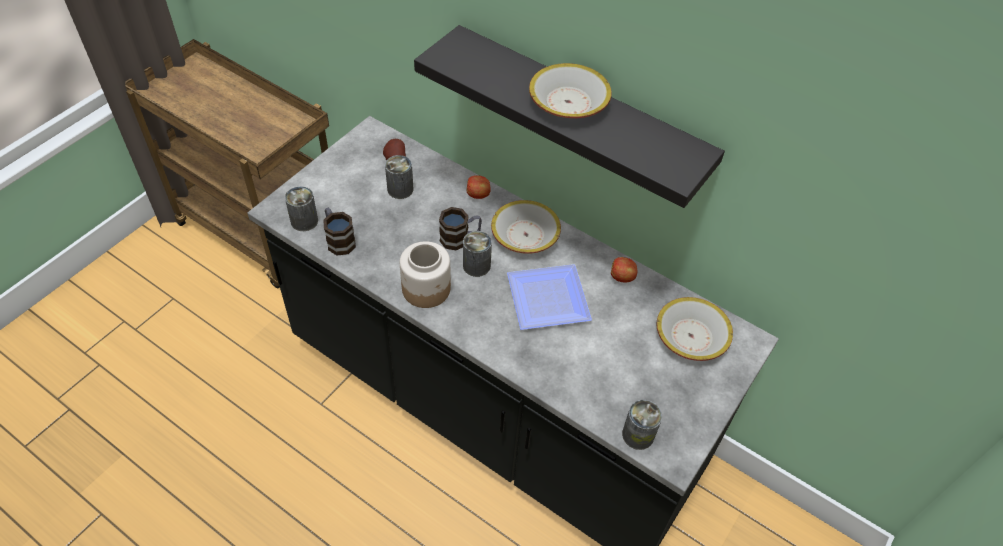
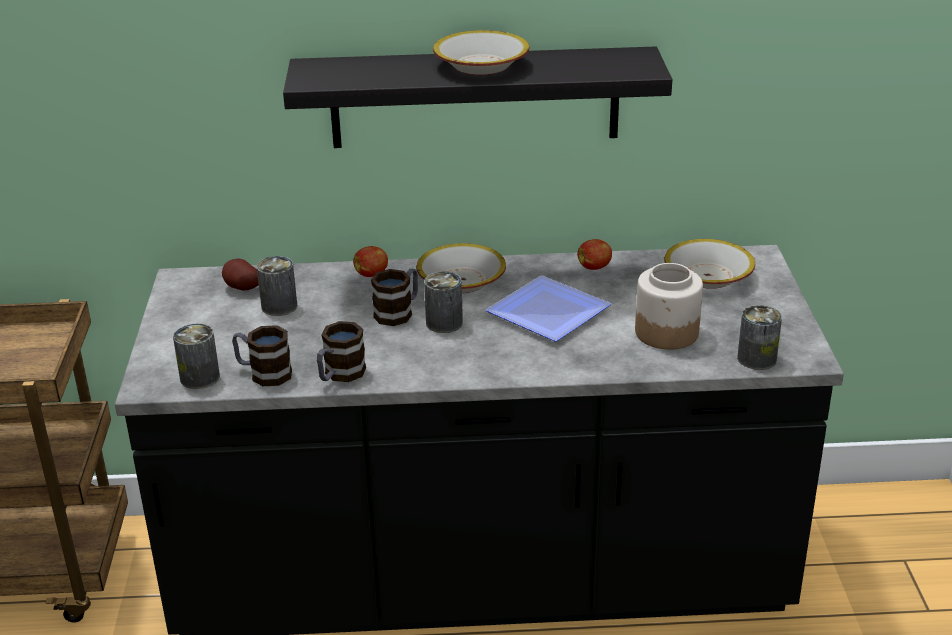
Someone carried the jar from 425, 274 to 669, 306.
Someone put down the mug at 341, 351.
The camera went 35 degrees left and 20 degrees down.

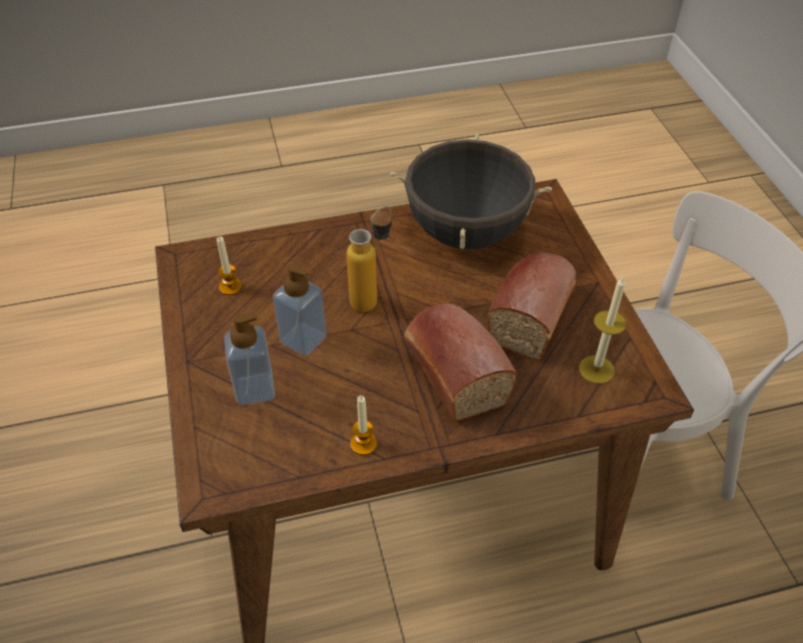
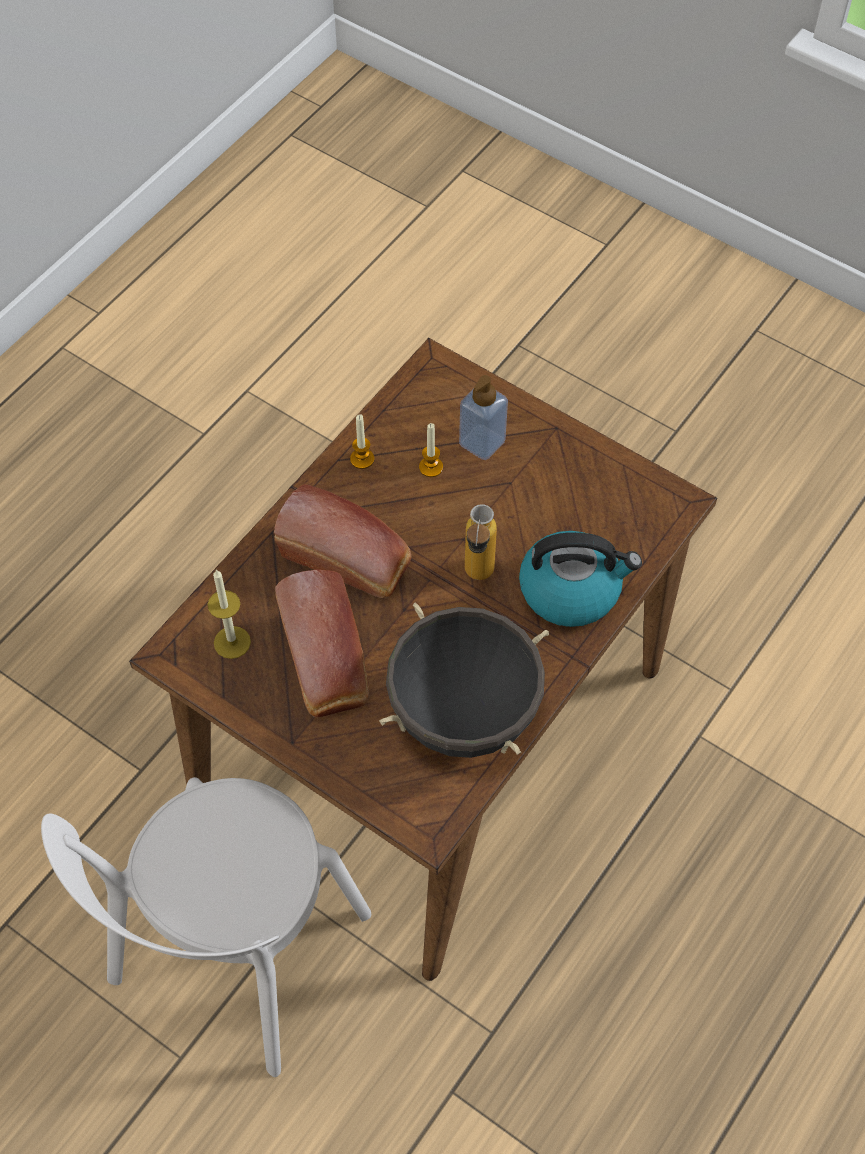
Someone carried the candle from 229, 265 to 431, 450.
Someone took away the soap dispenser at 299, 309.
Someone put down the kettle at 580, 579.
The camera went 140 degrees right and 10 degrees up.

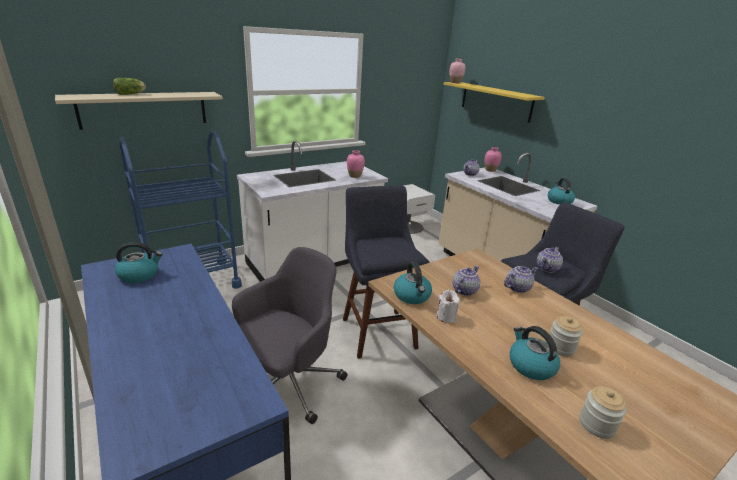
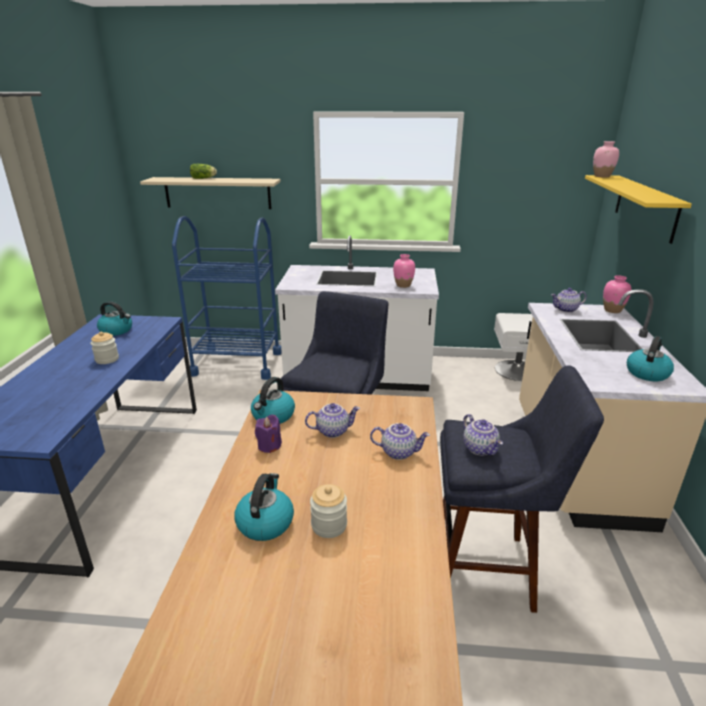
Someone took away the office chair in grey at 290, 335.
Someone rotated the teapot at 550, 260 by 105 degrees counterclockwise.
Someone repainted the candle in white at 448, 306, which became the candle in purple at 268, 434.
Someone carried the jar from 603, 412 to 105, 348.
The camera went 40 degrees right and 0 degrees up.

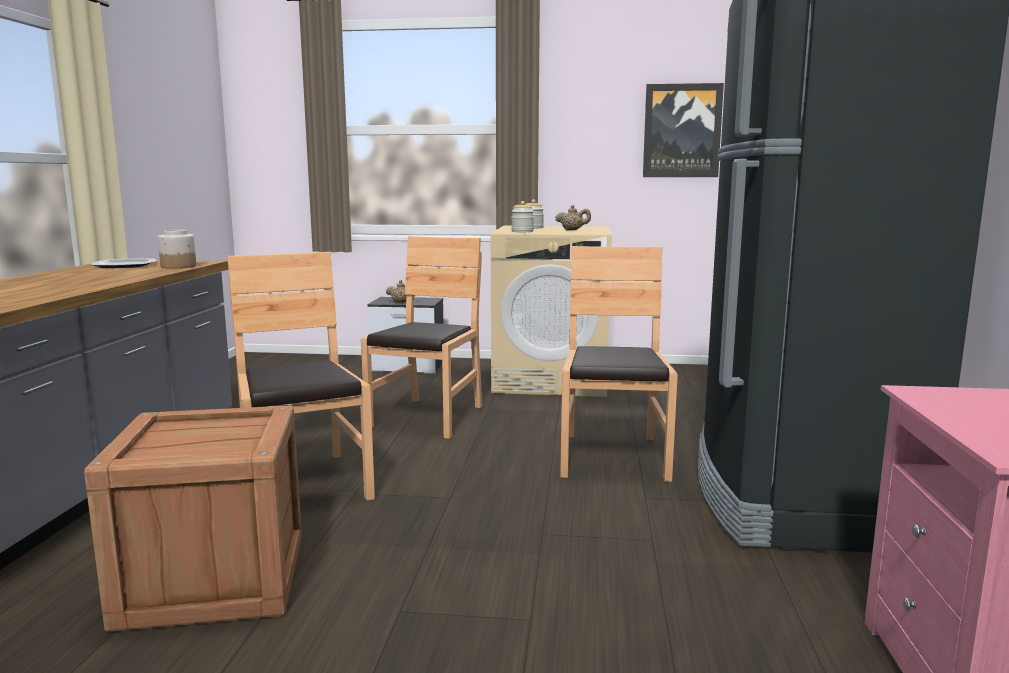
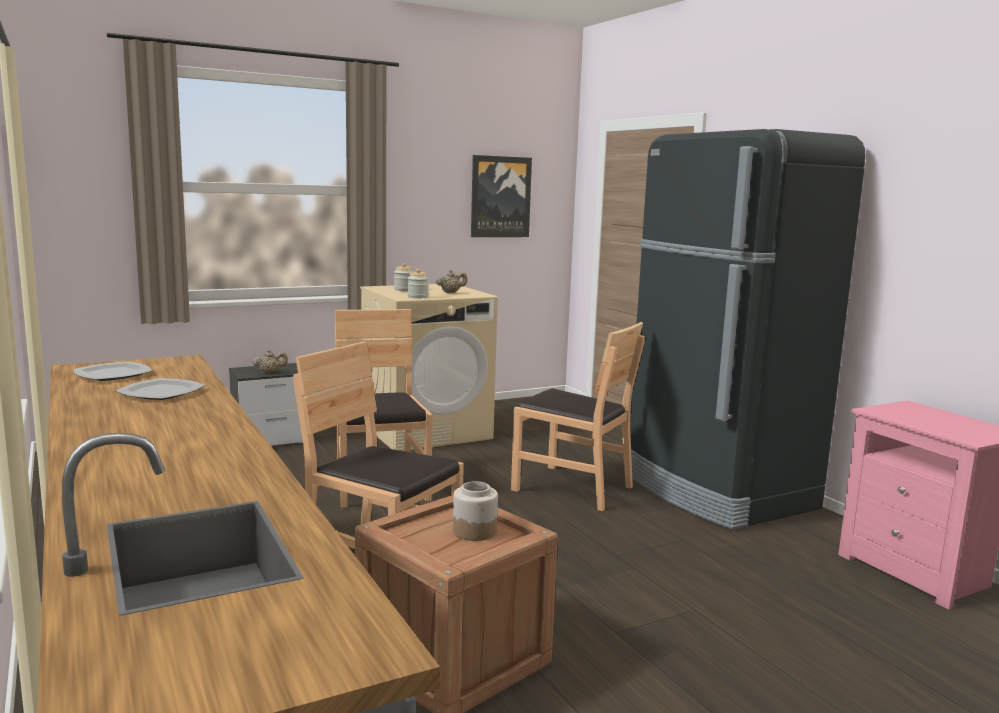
Someone carried the jar from 177, 249 to 475, 511.
Someone rotated the chair in brown at 619, 364 by 150 degrees clockwise.
Someone put down the plate at 160, 389.
The camera went 35 degrees left and 0 degrees up.

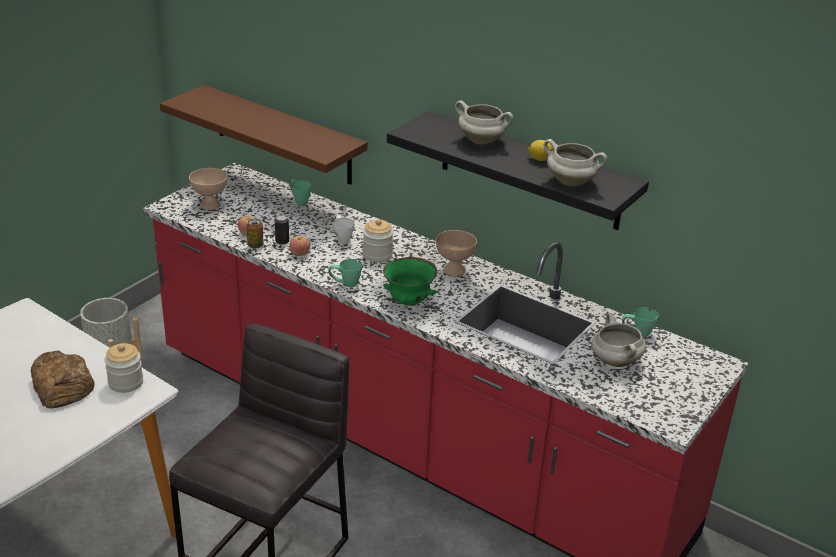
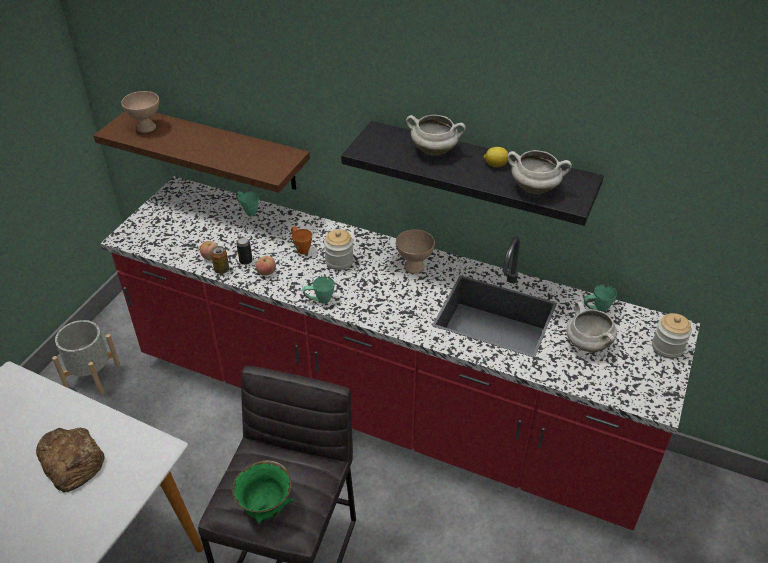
Someone carried the bowl in beige from 208, 189 to 140, 112.
Someone repainted the mug in white at 344, 230, which became the mug in orange at 301, 240.
Someone carried the bowl in green from 410, 281 to 263, 492.
Someone carried the jar from 123, 368 to 672, 336.
The camera went 10 degrees left and 10 degrees up.

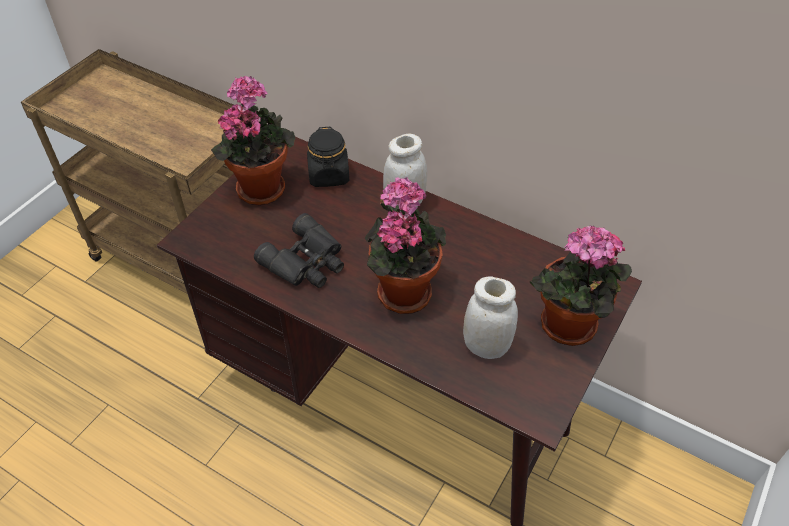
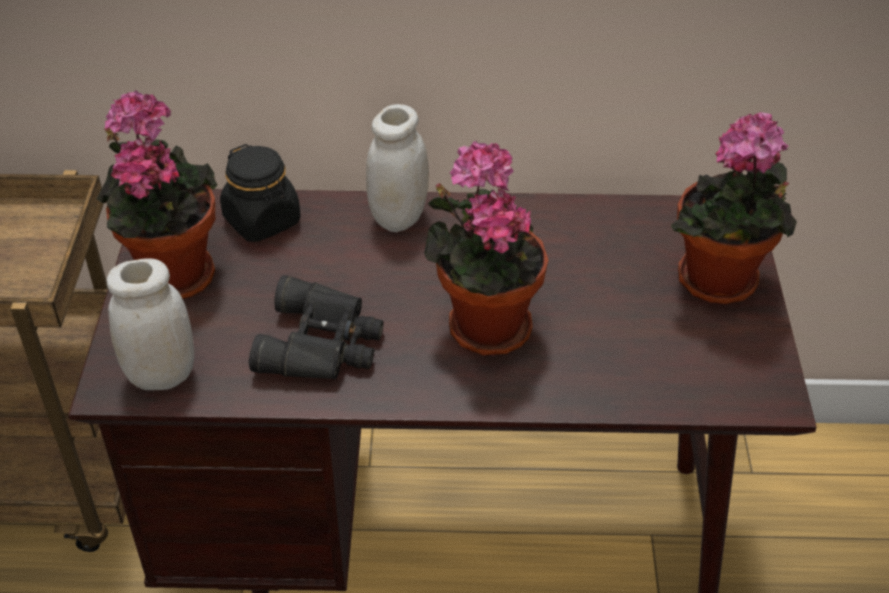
Someone carried the jar in white from 490, 317 to 150, 324.
The camera went 30 degrees left and 5 degrees down.

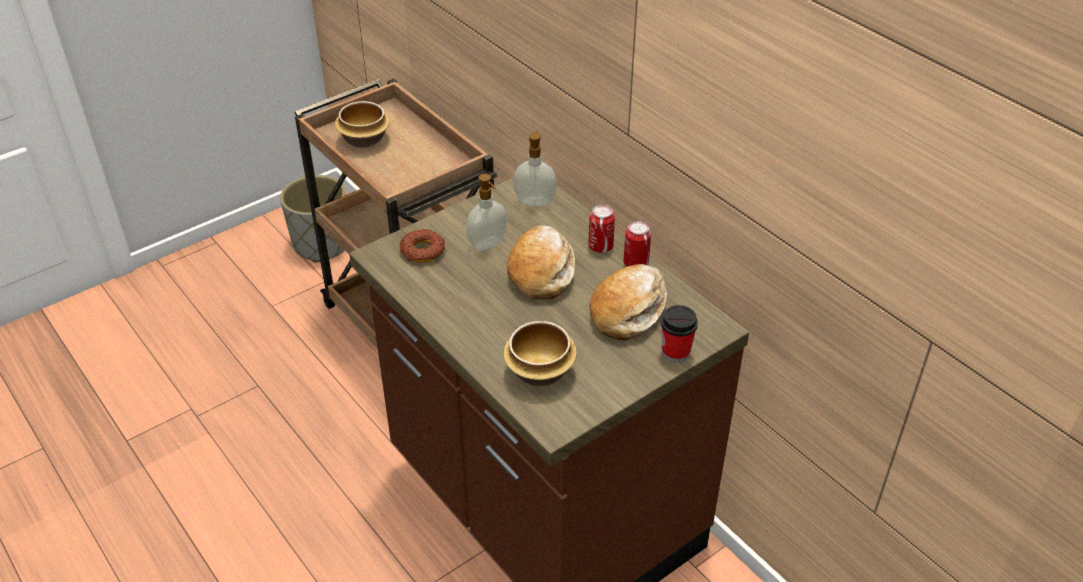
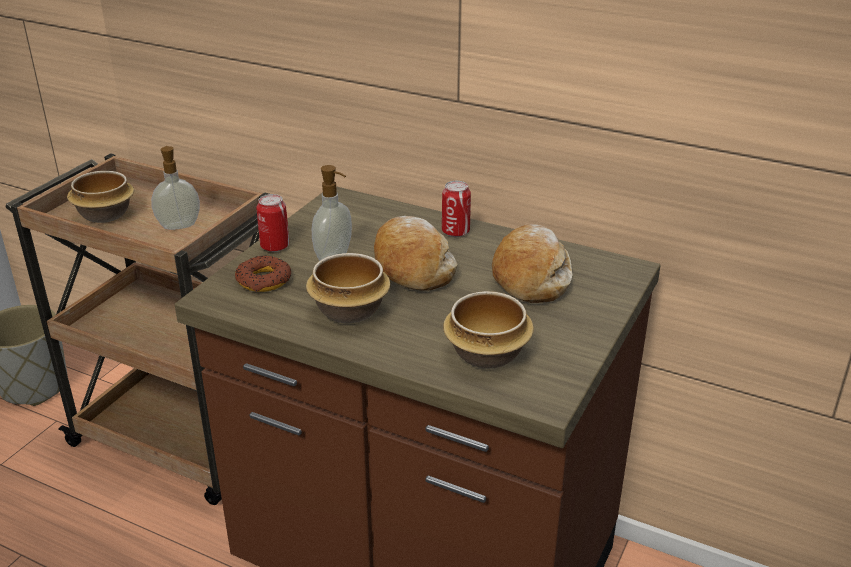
Someone carried the soap dispenser from 535, 168 to 175, 188.
Someone carried the can from 637, 243 to 272, 223.
Someone took away the cup at 679, 334.
Someone put down the bowl at 348, 288.
The camera went 25 degrees left and 10 degrees down.

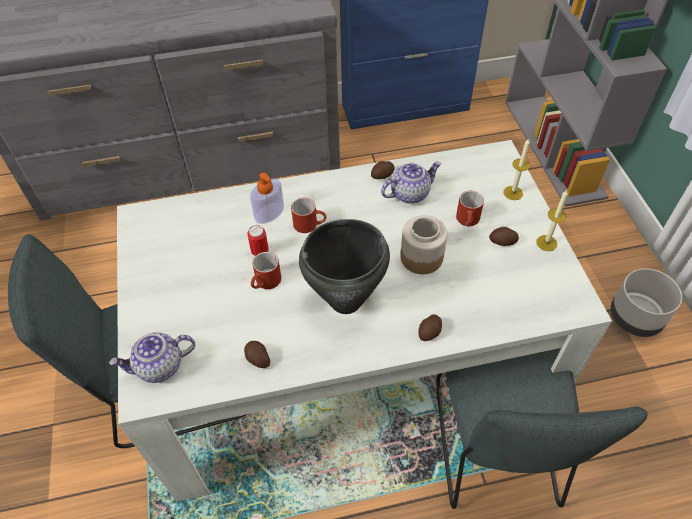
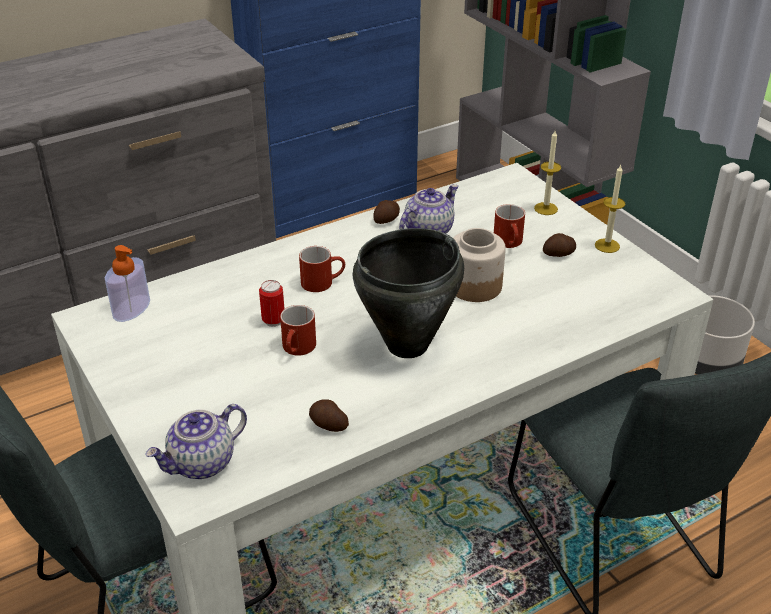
Someone carried the soap dispenser from 267, 198 to 127, 283.
Someone took away the potato at 430, 327.
The camera went 20 degrees left and 15 degrees down.

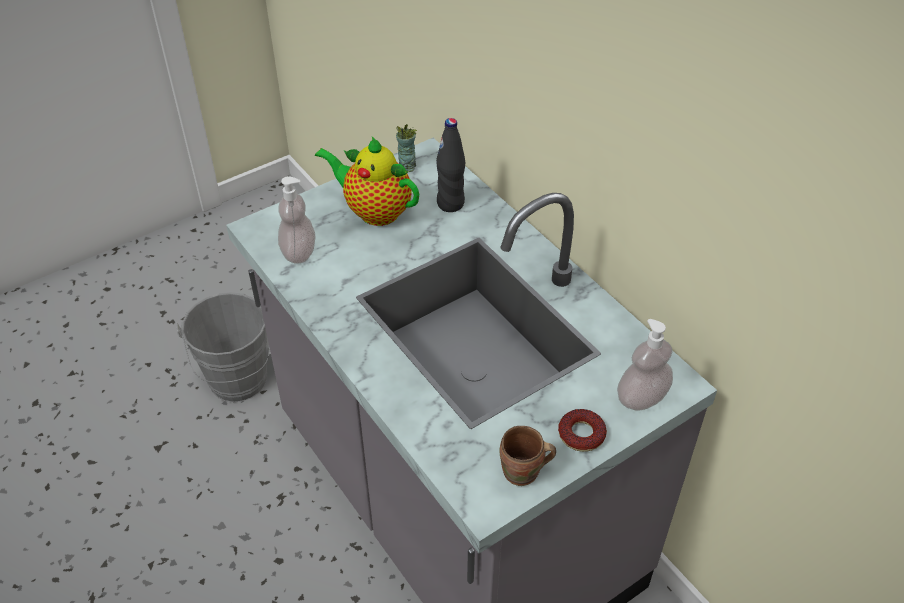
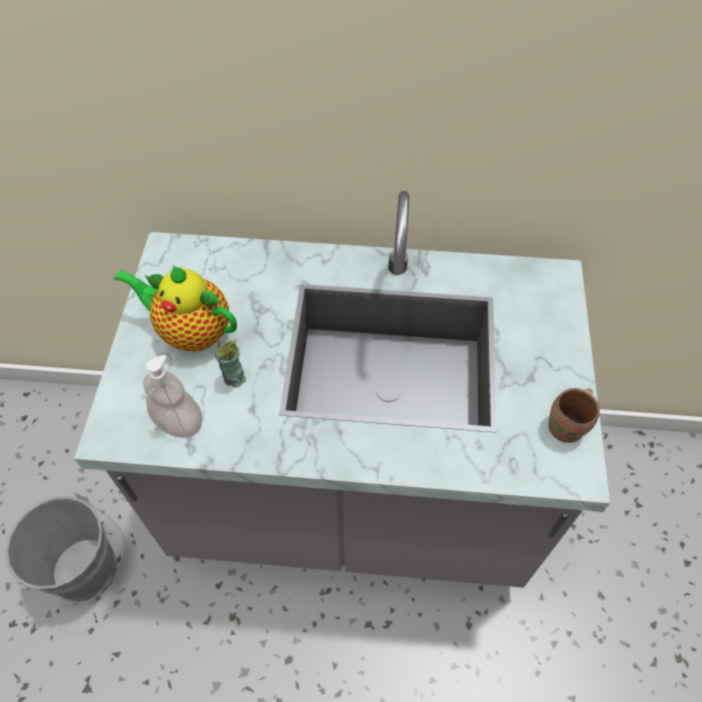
Someone took away the bottle in black at 450, 165.
Someone carried the cup from 406, 148 to 230, 363.
Someone rotated the teapot at 367, 181 by 45 degrees clockwise.
Someone took away the soap dispenser at 645, 365.
Someone took away the donut at 582, 430.
The camera went 50 degrees left and 10 degrees up.

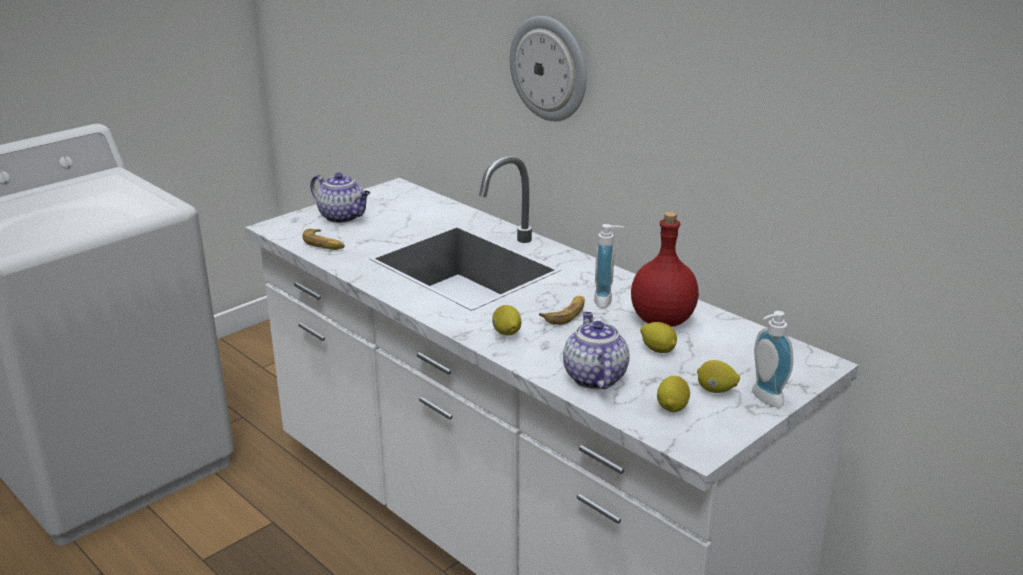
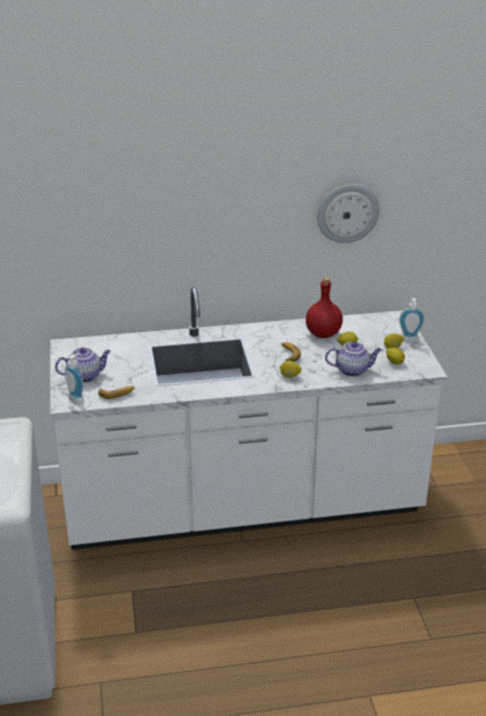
Someone carried the wall clock from 548, 68 to 348, 213.
Someone carried the soap dispenser from 609, 266 to 74, 378.
Someone rotated the teapot at 596, 350 by 150 degrees clockwise.
The camera went 55 degrees left and 5 degrees up.

